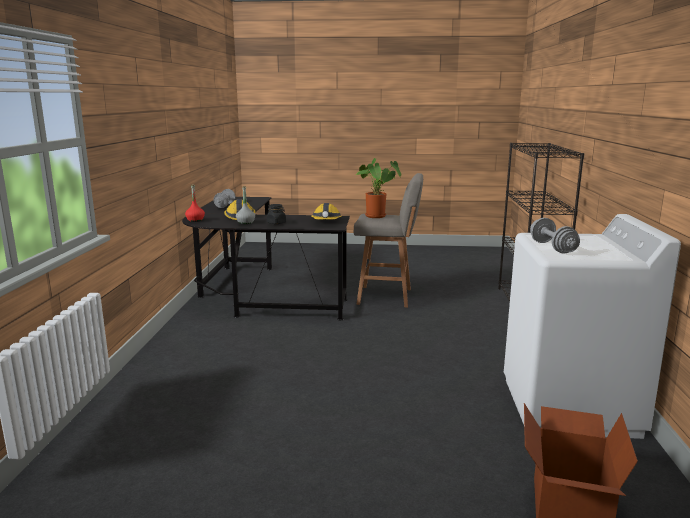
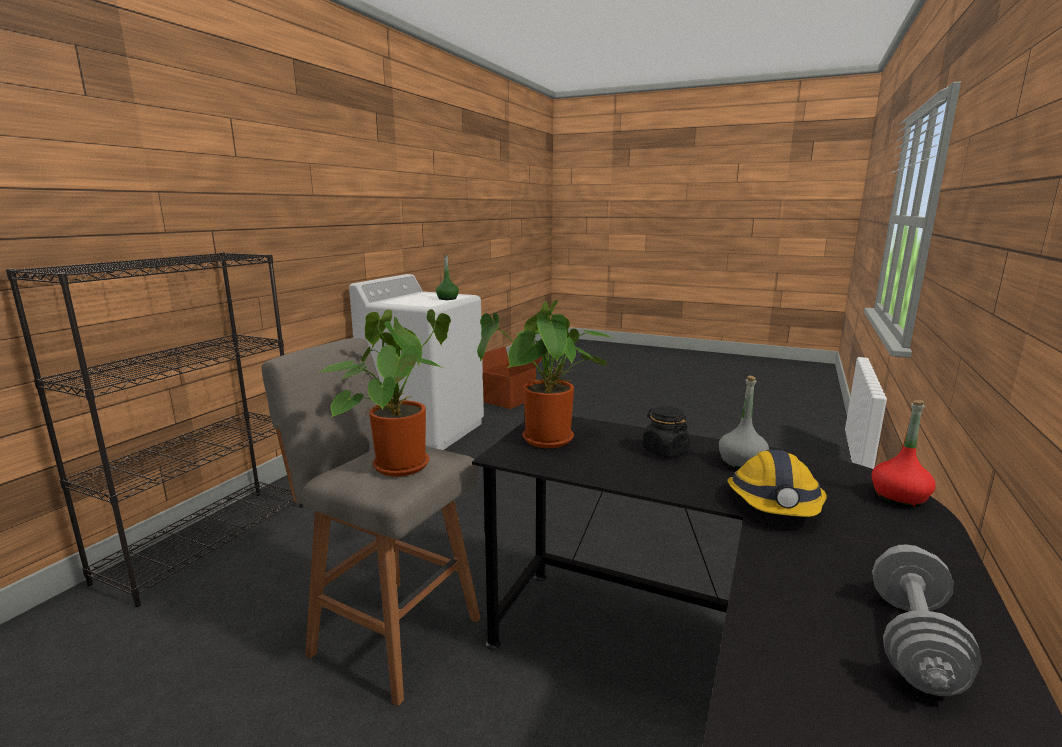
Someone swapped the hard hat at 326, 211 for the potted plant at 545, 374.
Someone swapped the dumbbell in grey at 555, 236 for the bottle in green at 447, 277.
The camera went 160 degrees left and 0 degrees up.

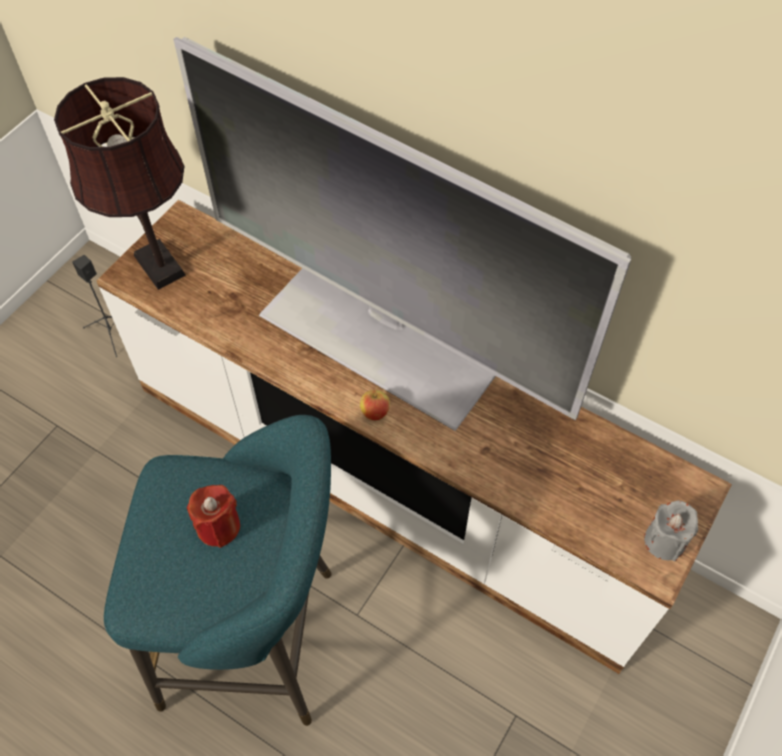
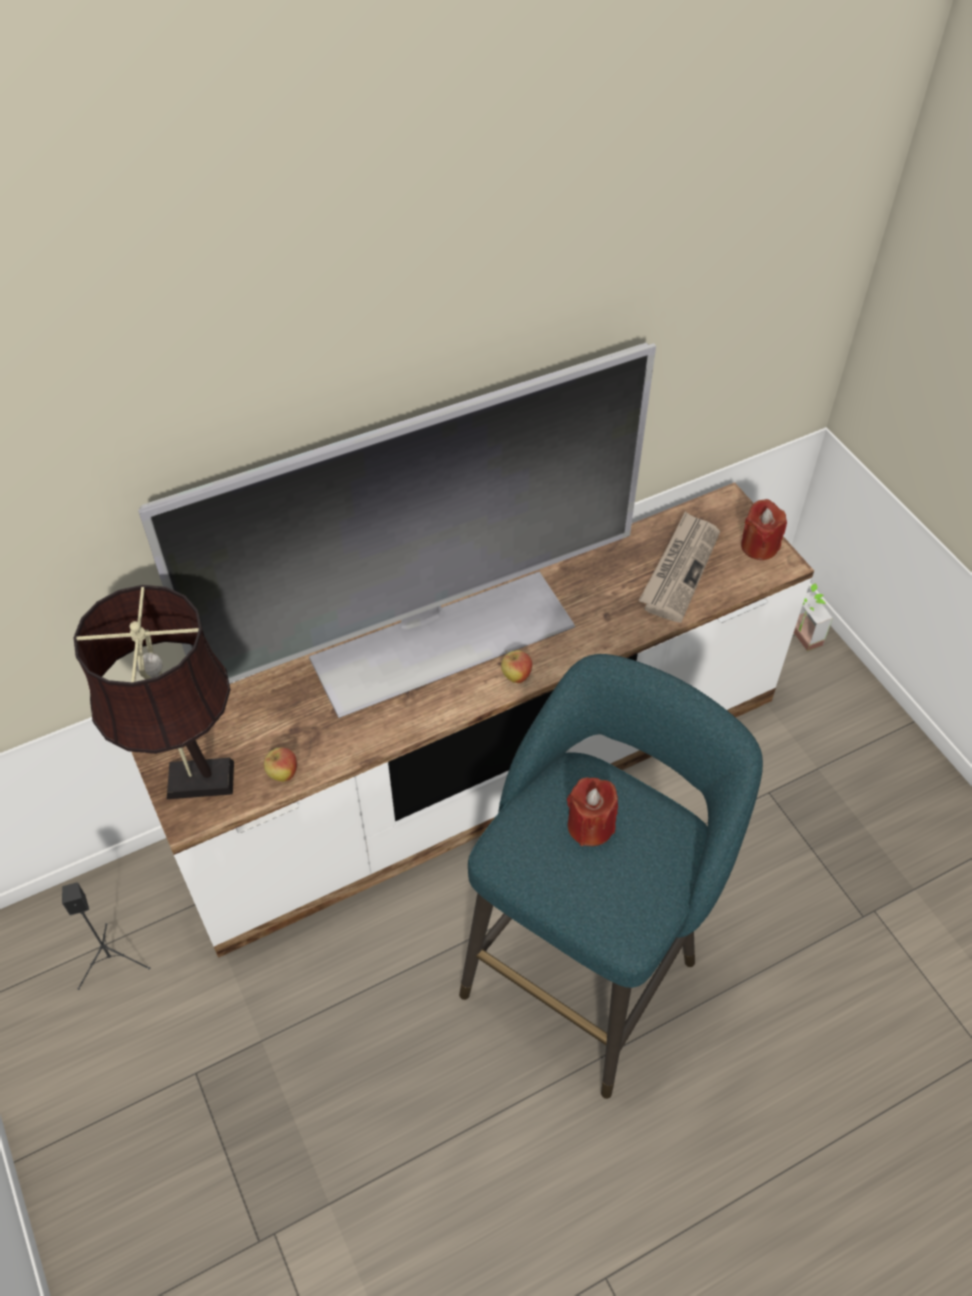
Someone repainted the candle in grey at 671, 531, which became the candle in red at 764, 529.
Someone put down the newspaper at 679, 567.
Someone put down the potted plant at 813, 617.
Someone put down the apple at 280, 765.
The camera went 60 degrees left and 5 degrees down.

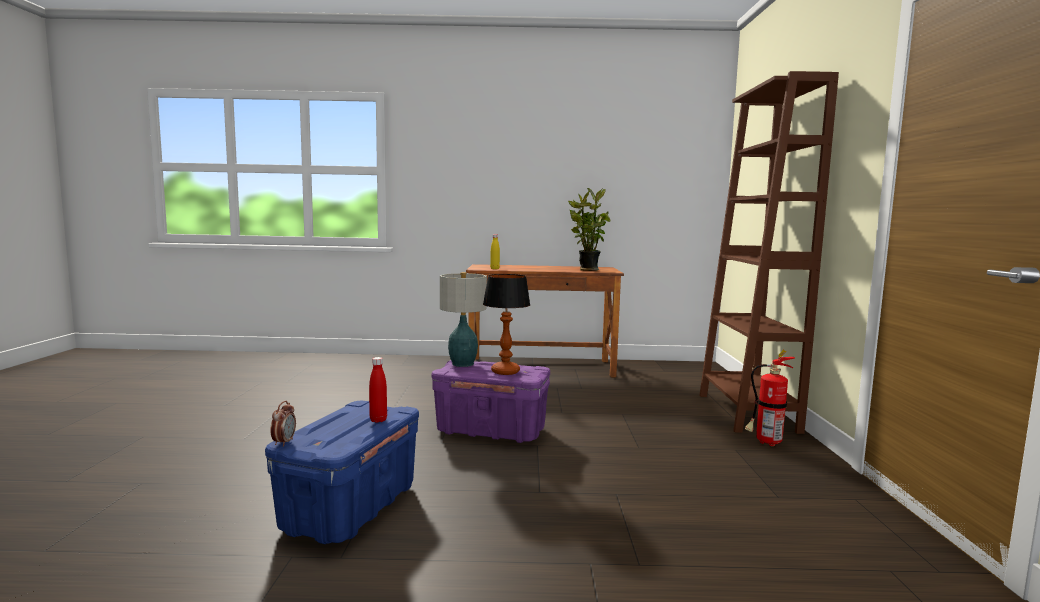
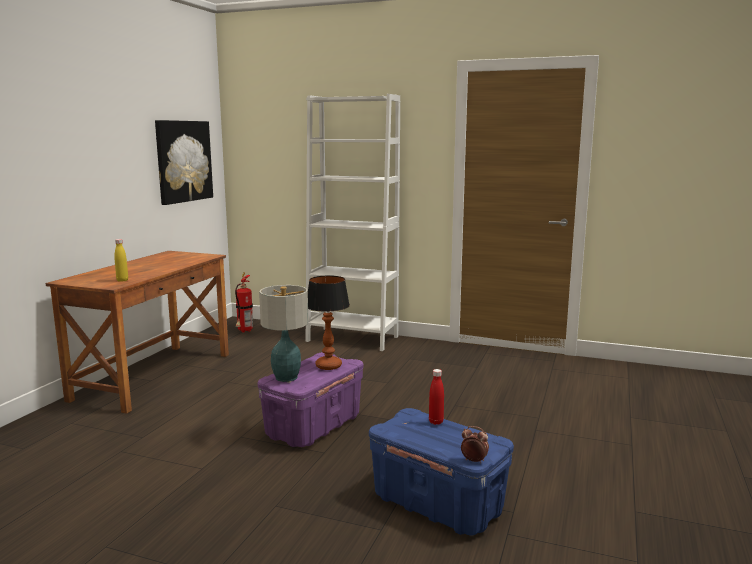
Someone repainted the bookcase in brown at 769, 252, which became the bookcase in white at 353, 222.
Someone took away the potted plant at 589, 229.
Someone carried the fire extinguisher from 770, 398 to 244, 302.
Someone put up the picture at 184, 162.
The camera went 70 degrees left and 5 degrees up.

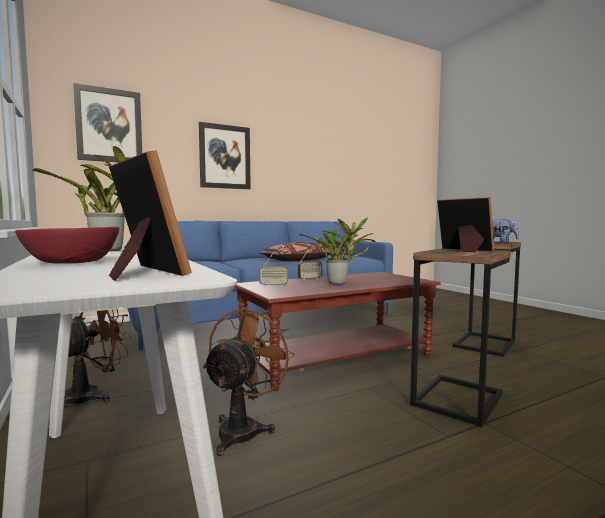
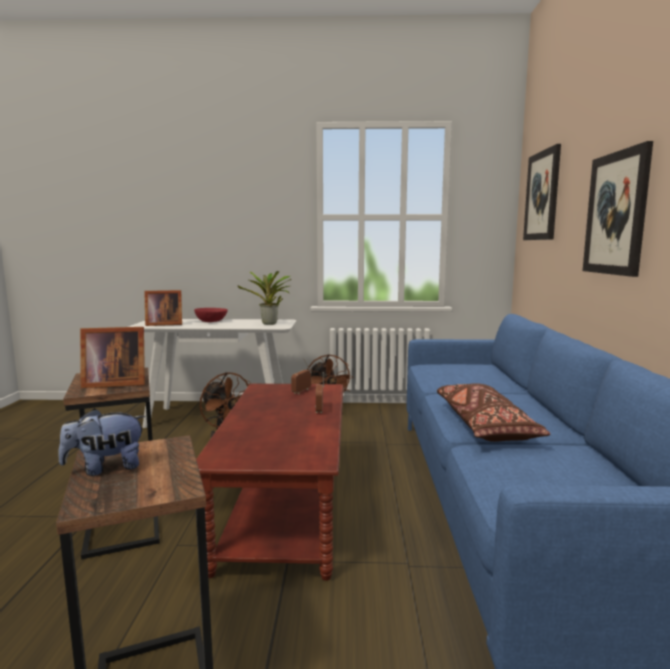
Someone took away the potted plant at 337, 251.
The camera went 120 degrees right and 5 degrees up.

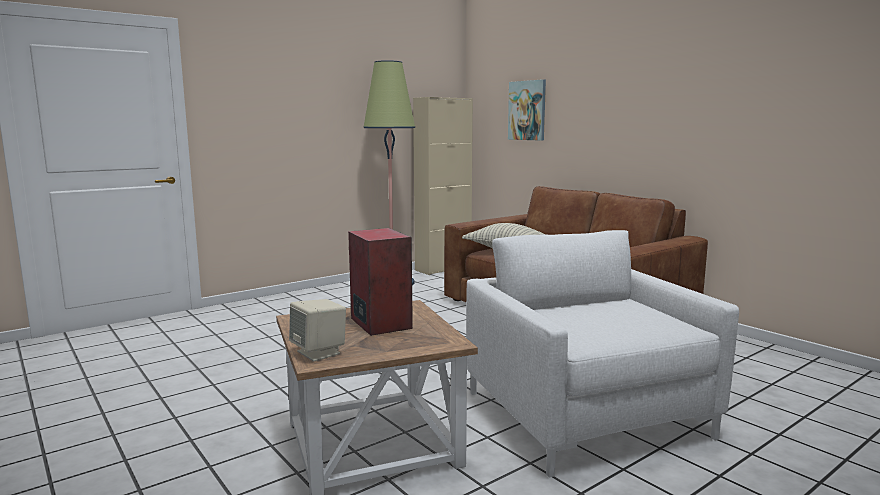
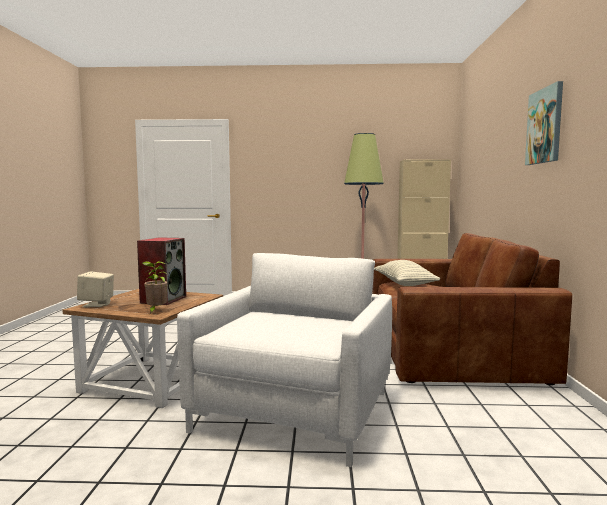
Someone carried the picture from 527, 110 to 544, 123.
Someone put down the potted plant at 154, 287.
The camera went 40 degrees right and 5 degrees down.

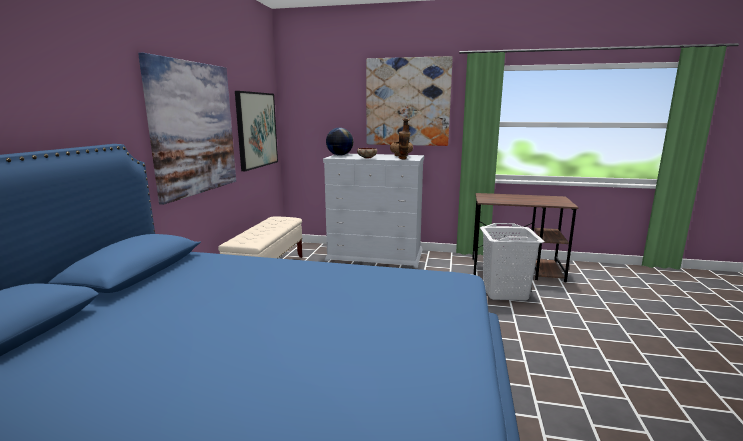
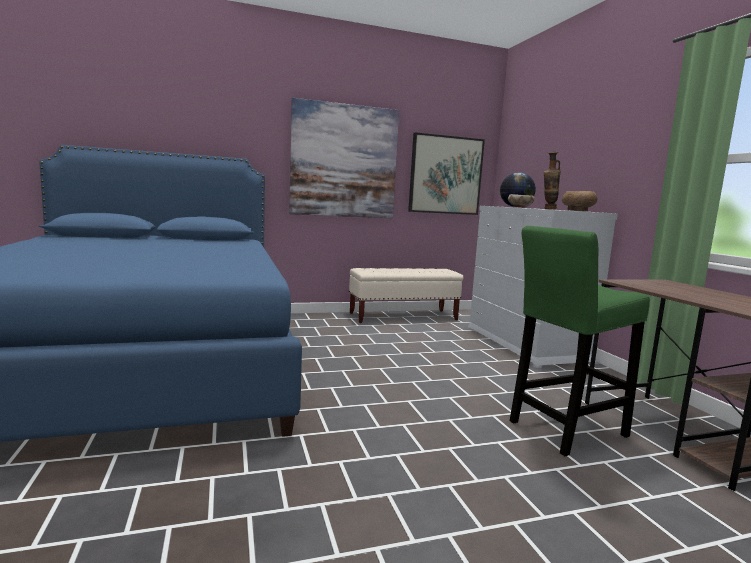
Someone took away the picture at 409, 101.
Someone swapped the laundry basket in white at 512, 262 for the stool in green at 580, 341.
The camera went 60 degrees right and 5 degrees down.

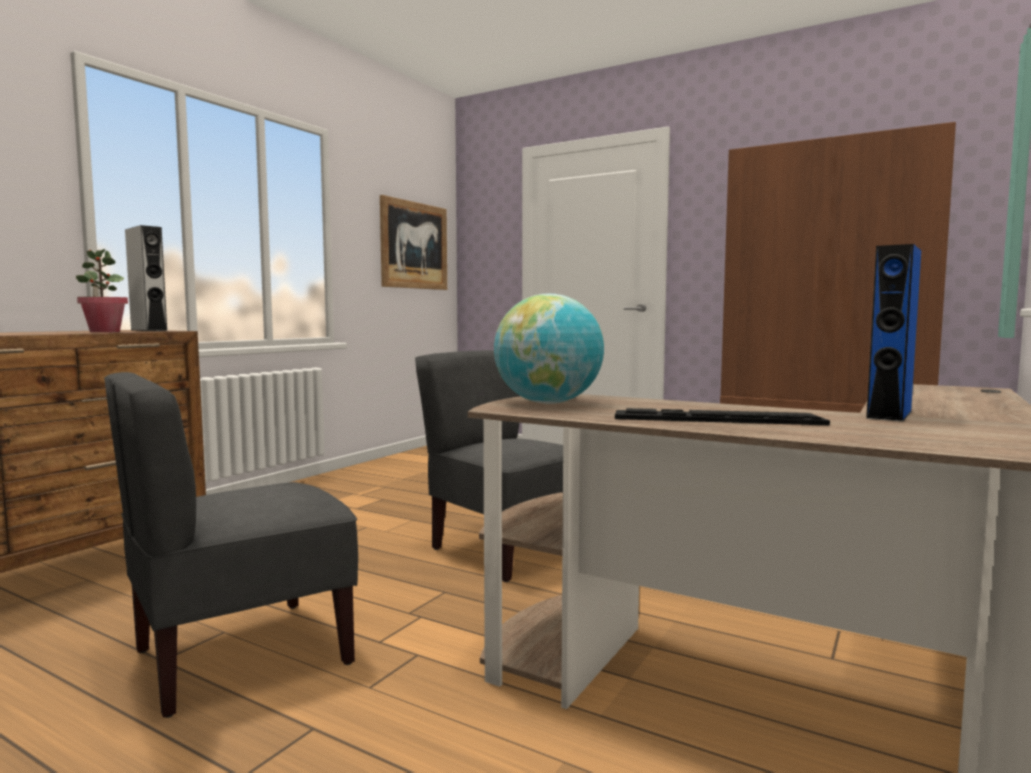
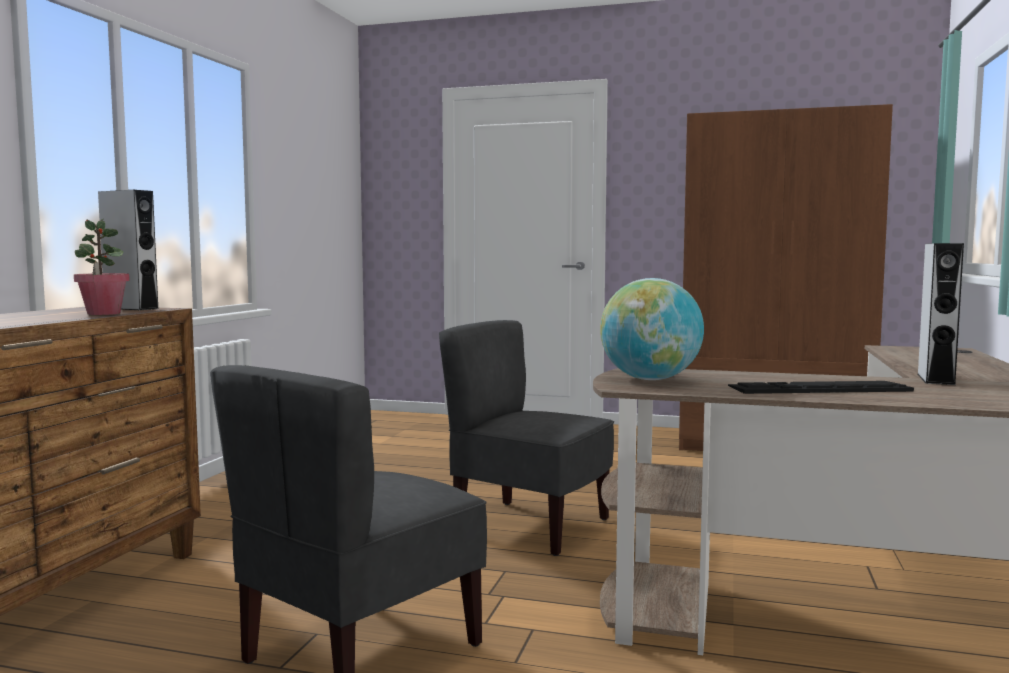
Someone took away the picture at 413, 242.
Someone repainted the speaker in blue at 893, 333, which became the speaker in grey at 941, 314.
The camera went 15 degrees left and 0 degrees up.

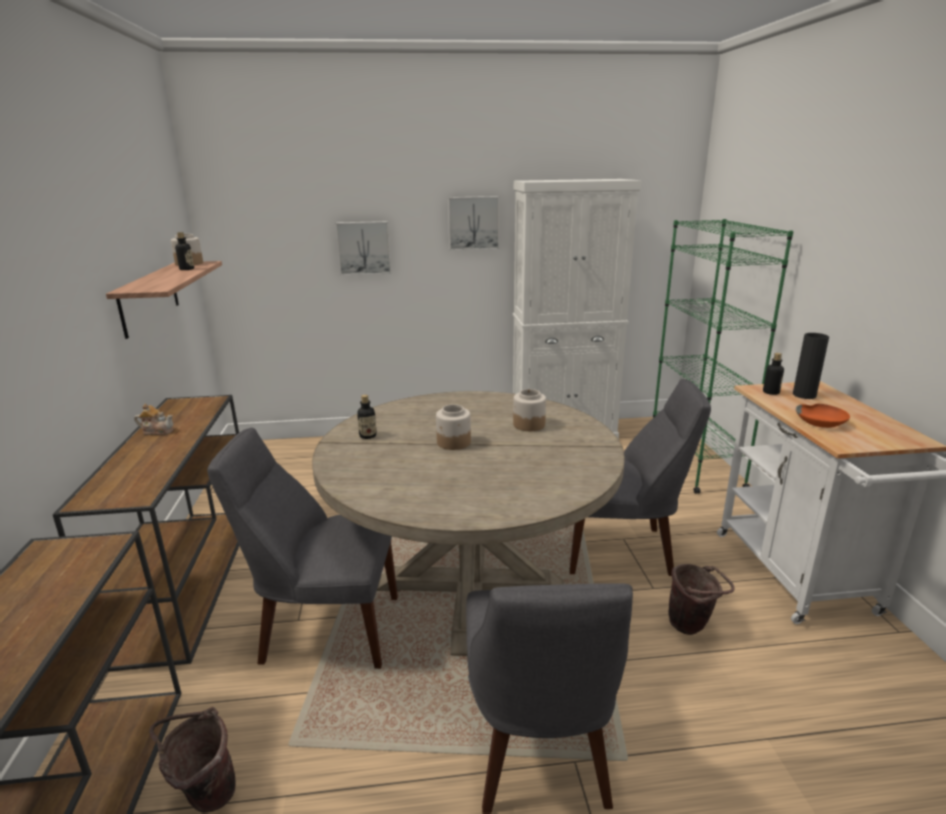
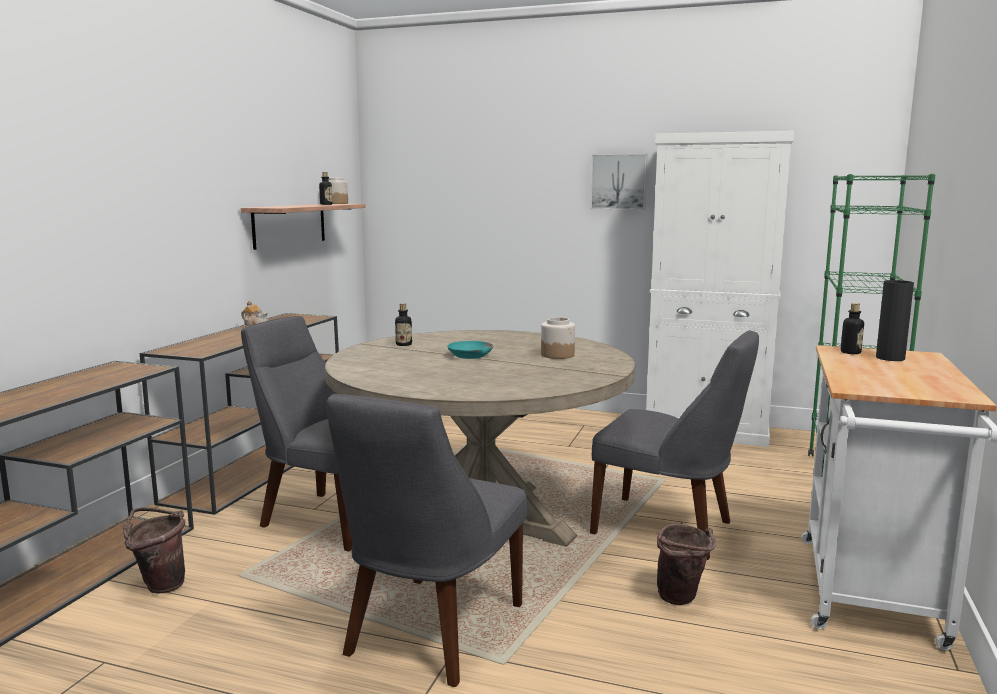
Someone took away the picture at 363, 248.
Someone swapped the jar at 453, 427 for the bowl in turquoise at 470, 350.
Someone took away the bowl in orange at 823, 416.
The camera went 25 degrees right and 10 degrees down.

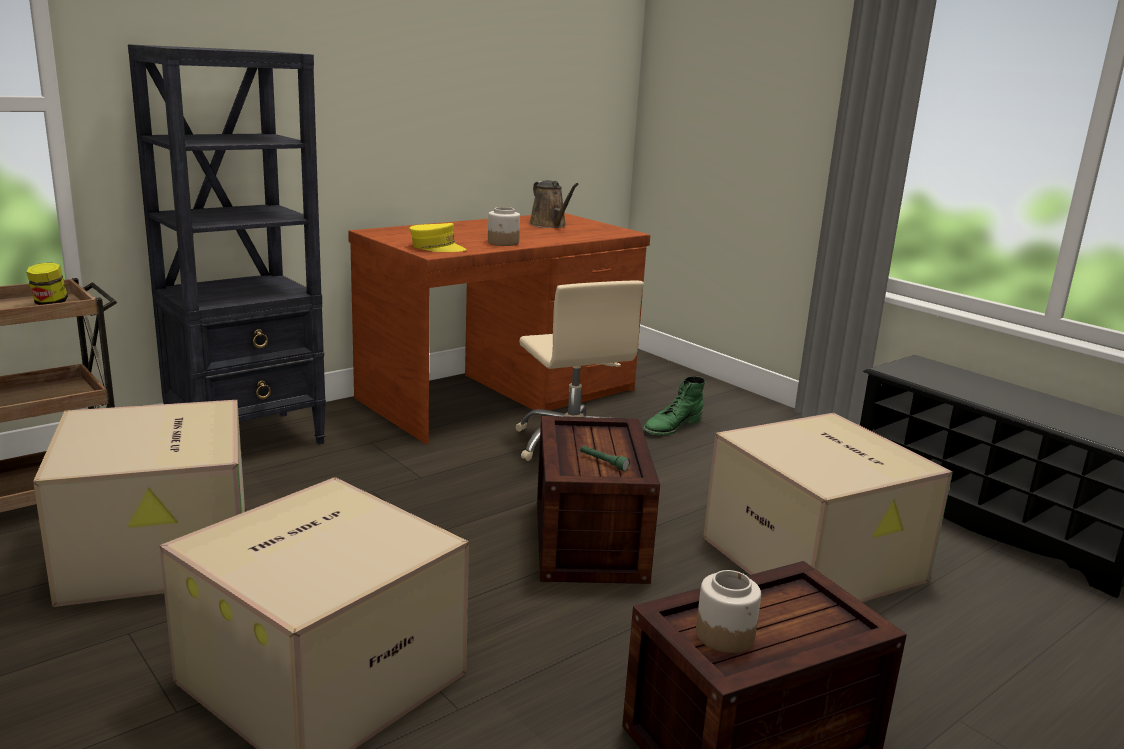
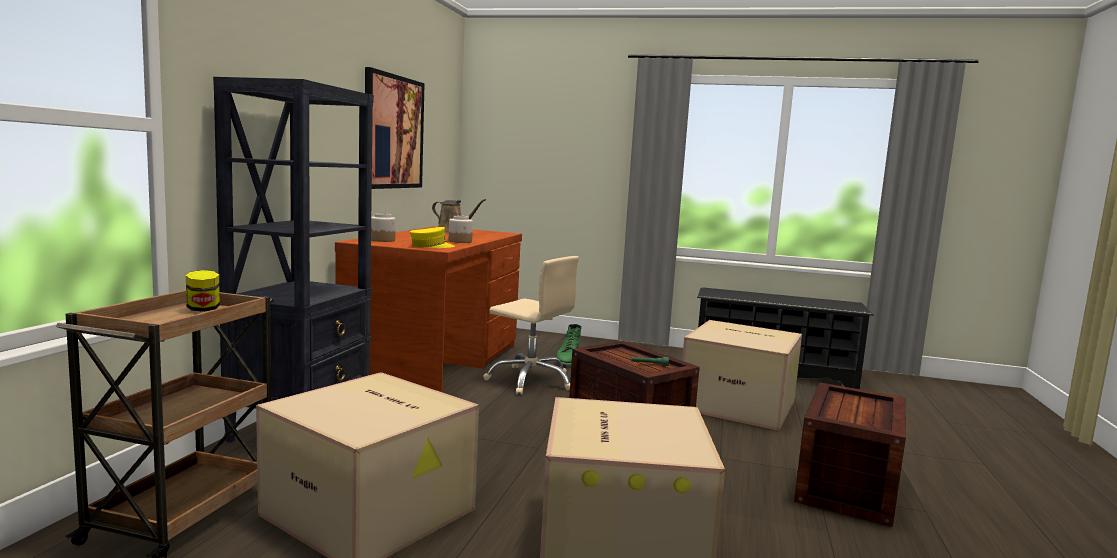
Someone carried the jar from 728, 611 to 383, 227.
Someone put up the picture at 395, 128.
The camera went 35 degrees left and 10 degrees down.

